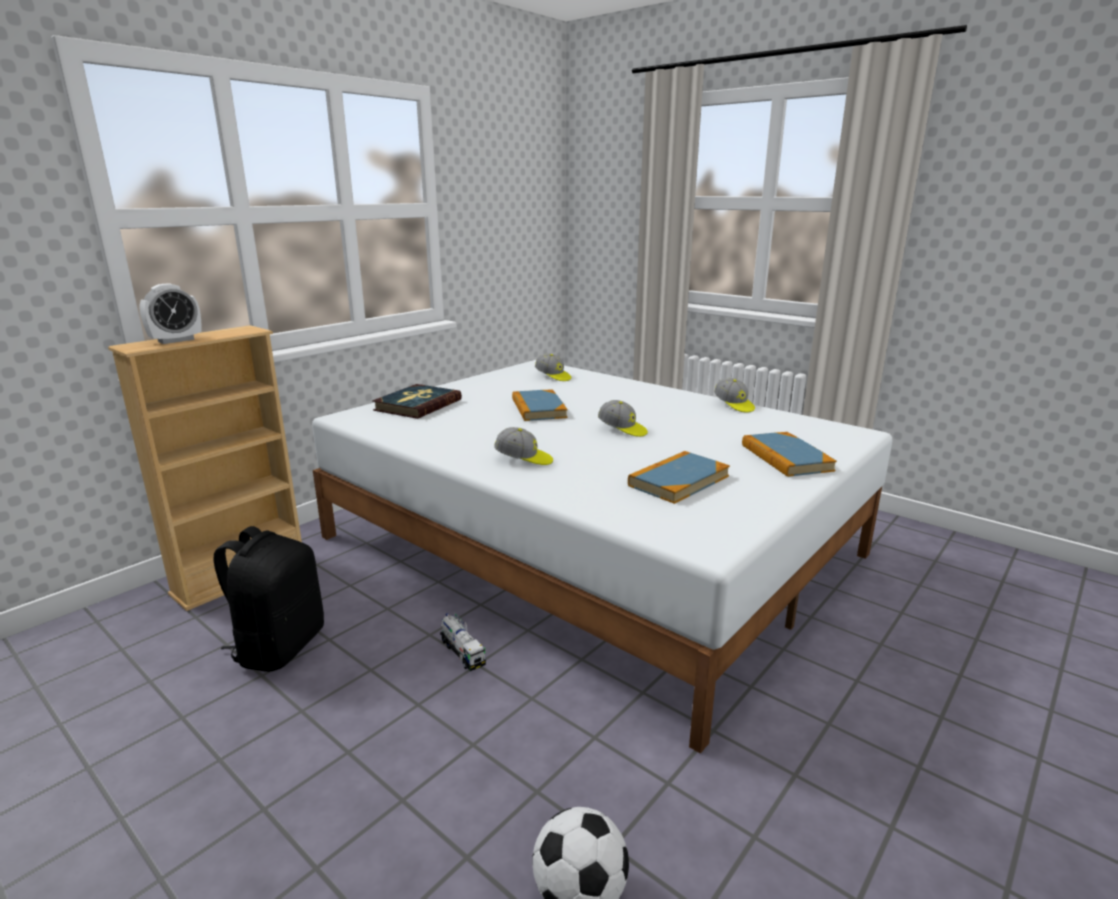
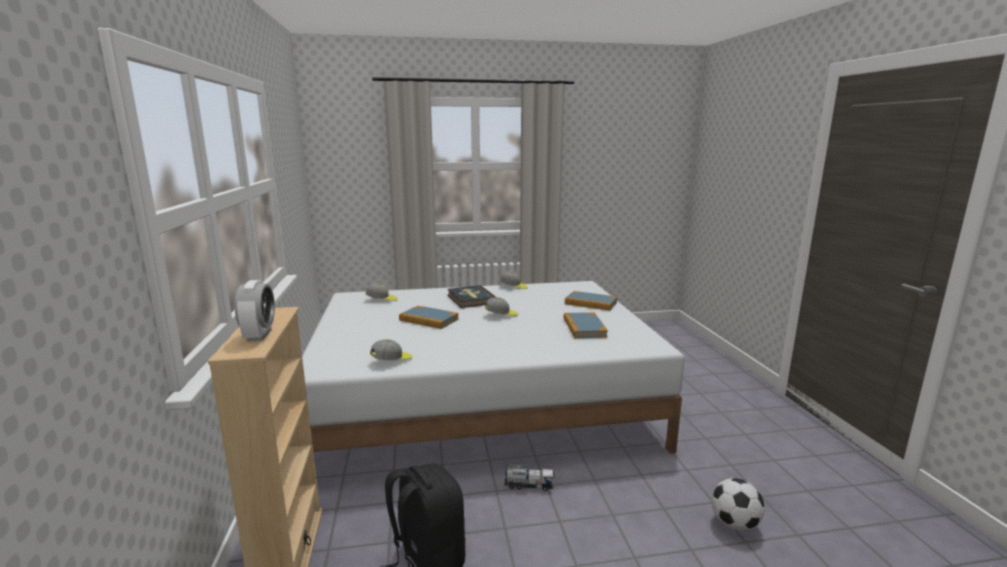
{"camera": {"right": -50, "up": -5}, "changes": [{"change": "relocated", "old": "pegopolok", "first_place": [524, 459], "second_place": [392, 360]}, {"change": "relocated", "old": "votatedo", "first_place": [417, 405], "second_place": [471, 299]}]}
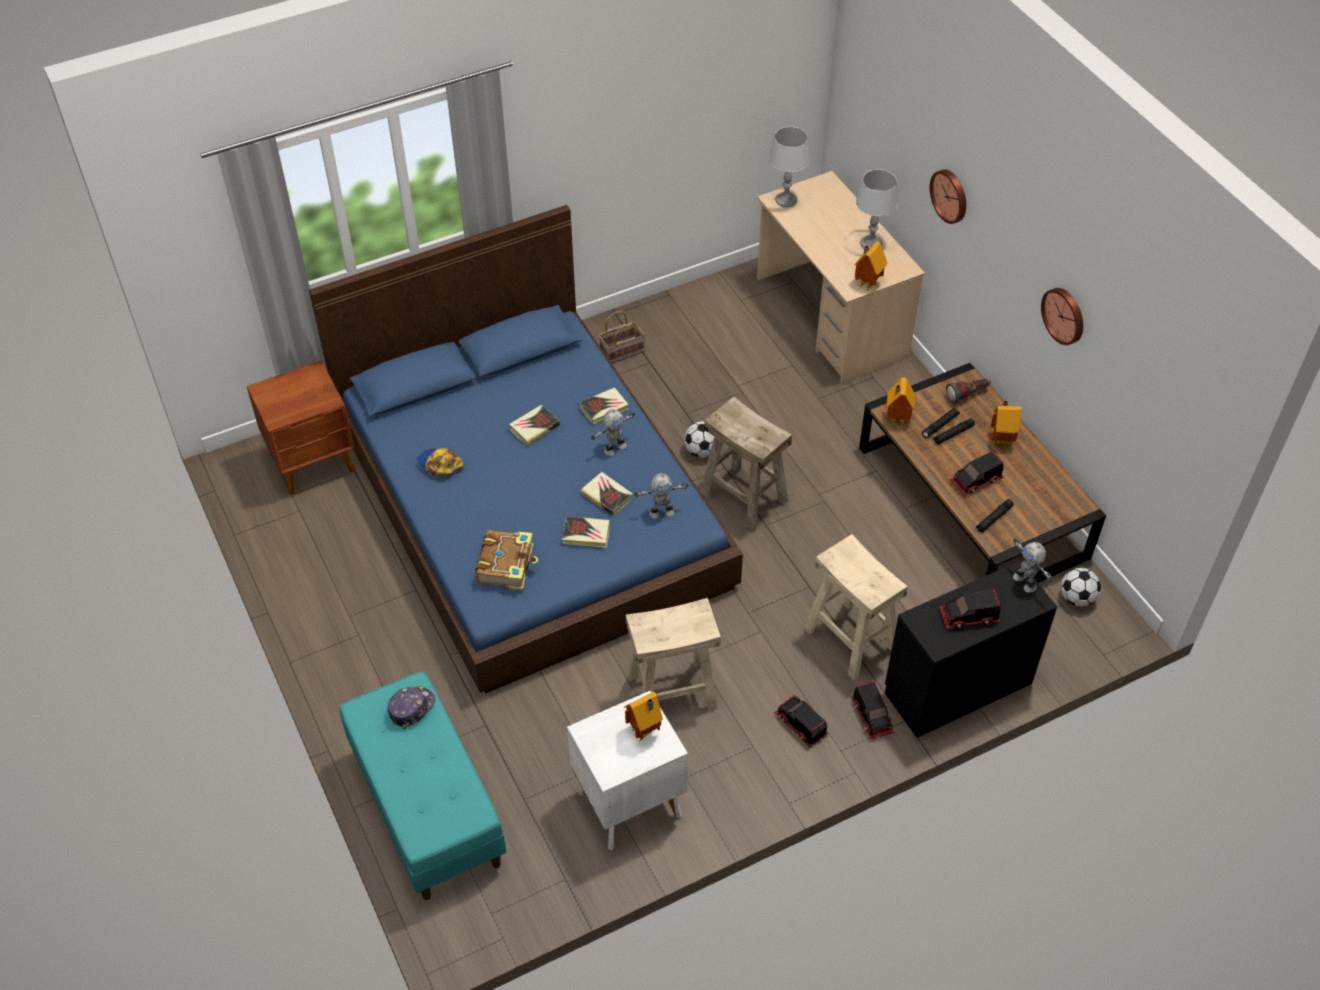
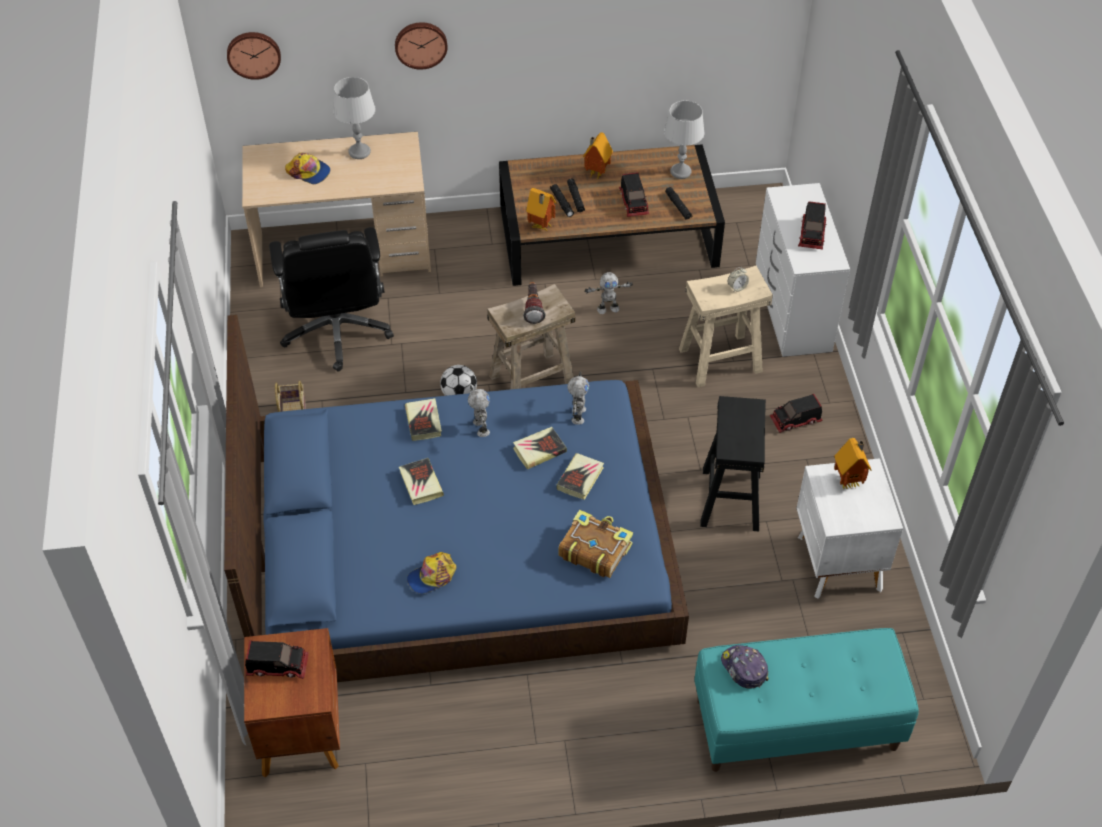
{"camera": {"right": -70, "up": 0}, "changes": [{"change": "relocated", "old": "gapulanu", "first_place": [1064, 315], "second_place": [253, 54]}, {"change": "relocated", "old": "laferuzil", "first_place": [872, 716], "second_place": [278, 665]}, {"change": "appeared", "new": "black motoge", "second_place": [337, 331]}, {"change": "appeared", "new": "pegopolok", "second_place": [309, 172]}, {"change": "relocated", "old": "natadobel", "first_place": [968, 395], "second_place": [533, 308]}, {"change": "relocated", "old": "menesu", "first_place": [1025, 582], "second_place": [608, 308]}, {"change": "relocated", "old": "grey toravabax", "first_place": [785, 200], "second_place": [680, 172]}, {"change": "colour", "old": "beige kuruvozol", "new": "black kuruvozol", "first_place": [671, 693], "second_place": [731, 499]}, {"change": "appeared", "new": "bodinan", "second_place": [737, 287]}, {"change": "colour", "old": "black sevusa", "new": "white sevusa", "first_place": [956, 686], "second_place": [791, 311]}, {"change": "missing", "old": "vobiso", "first_place": [866, 284]}, {"change": "missing", "old": "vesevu", "first_place": [1076, 598]}]}
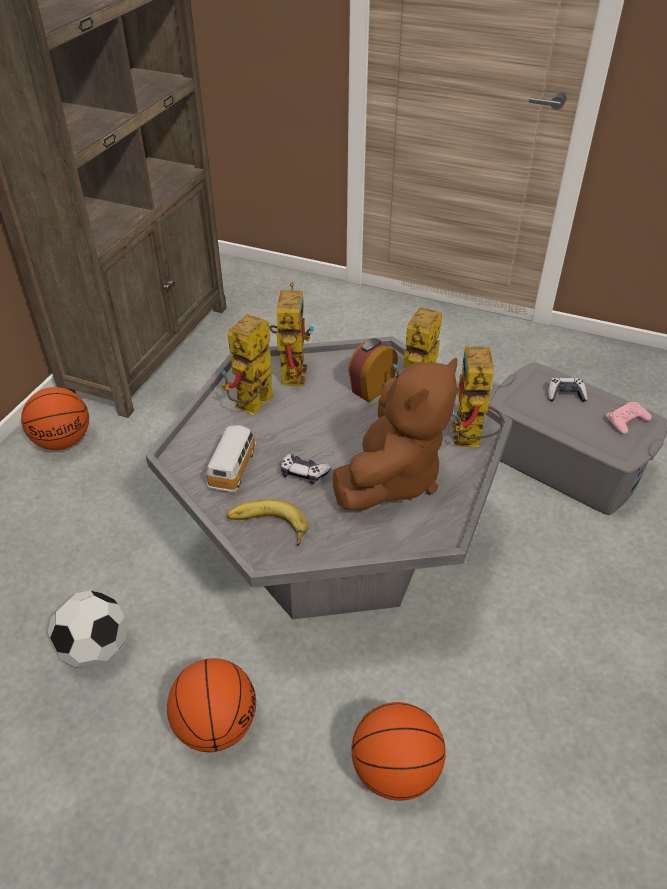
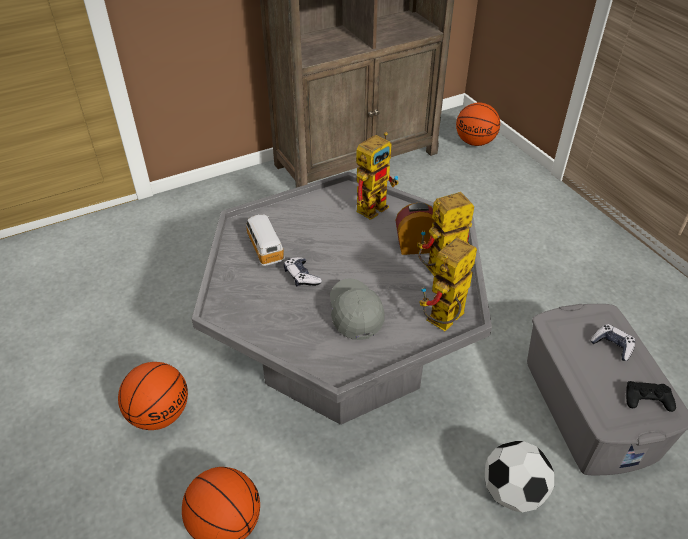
{"camera": {"right": 40, "up": 0}, "changes": [{"change": "spun", "old": "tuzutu", "first_place": [233, 467], "second_place": [264, 248], "degrees": -75}, {"change": "exchanged", "old": "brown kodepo", "new": "grey pegopolok", "first_place": [391, 477], "second_place": [355, 314]}, {"change": "relocated", "old": "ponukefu", "first_place": [64, 441], "second_place": [475, 142]}, {"change": "relocated", "old": "vesevu", "first_place": [95, 649], "second_place": [512, 492]}, {"change": "colour", "old": "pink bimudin", "new": "black bimudin", "first_place": [626, 421], "second_place": [647, 399]}, {"change": "missing", "old": "menesu", "first_place": [252, 408]}, {"change": "missing", "old": "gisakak", "first_place": [267, 528]}]}
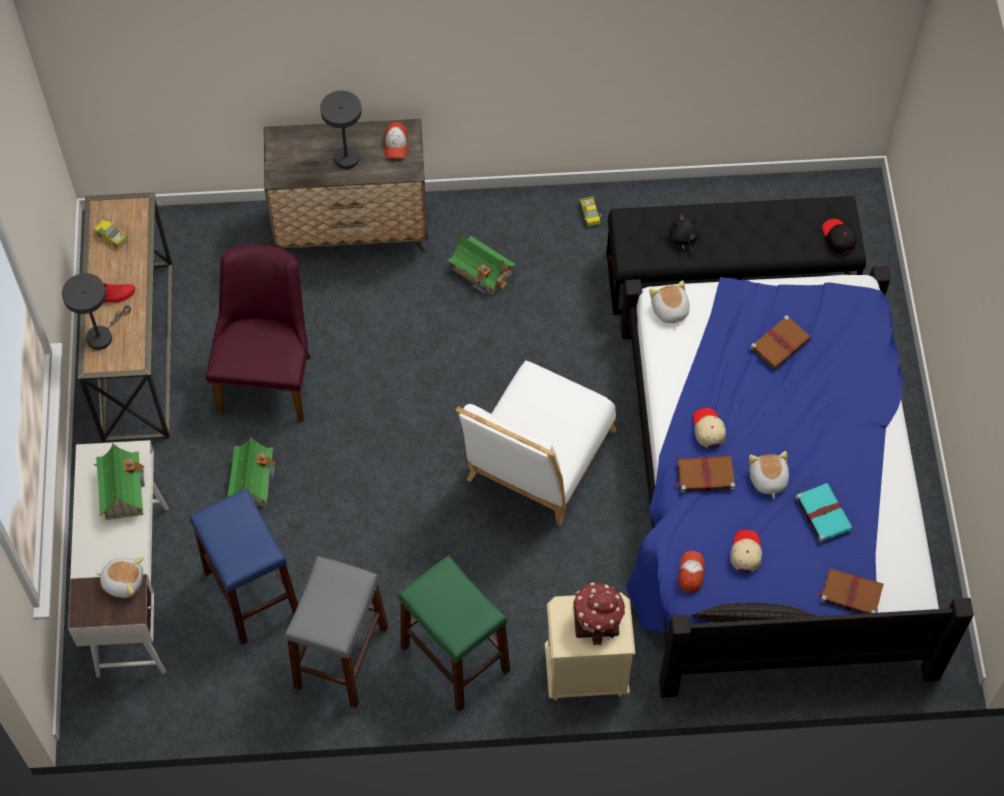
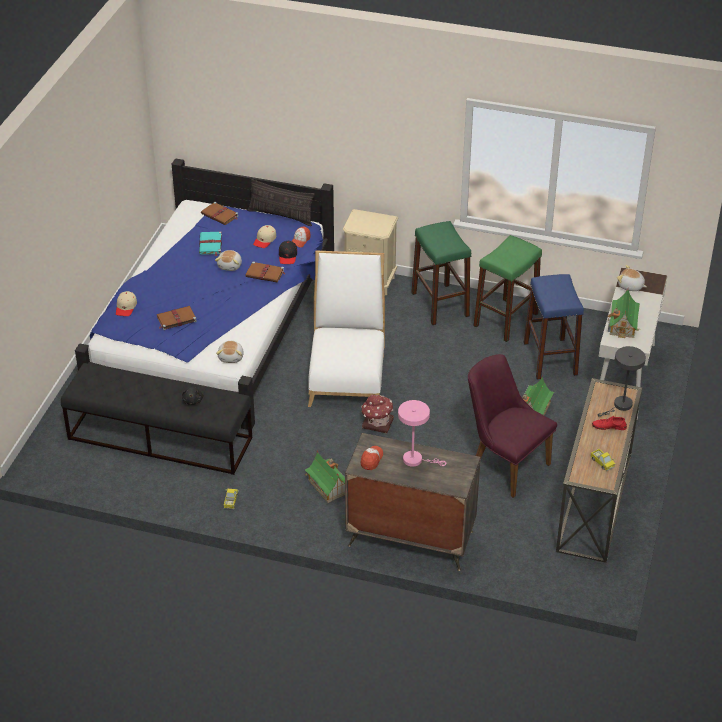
{"camera": {"right": -160, "up": -20}, "changes": [{"change": "relocated", "old": "beige pegopolok", "first_place": [708, 429], "second_place": [126, 307]}, {"change": "relocated", "old": "black pegopolok", "first_place": [838, 238], "second_place": [288, 256]}, {"change": "spun", "old": "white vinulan", "first_place": [536, 462], "second_place": [347, 375], "degrees": -45}, {"change": "relocated", "old": "vobiso", "first_place": [597, 619], "second_place": [377, 423]}, {"change": "colour", "old": "grey toravabax", "new": "pink toravabax", "first_place": [341, 160], "second_place": [416, 460]}, {"change": "spun", "old": "purple vinulan", "first_place": [269, 375], "second_place": [504, 464], "degrees": 105}, {"change": "colour", "old": "grey kuruvozol", "new": "green kuruvozol", "first_place": [341, 657], "second_place": [506, 319]}]}
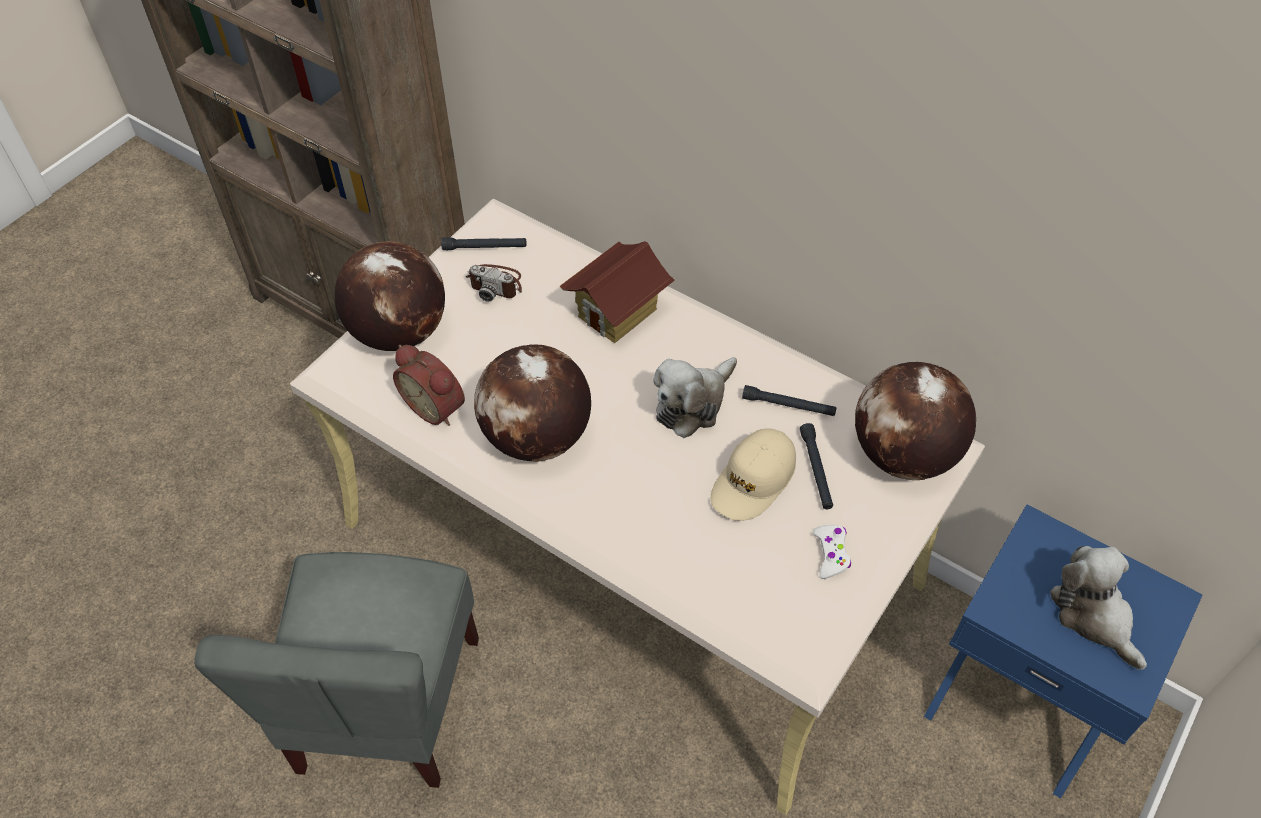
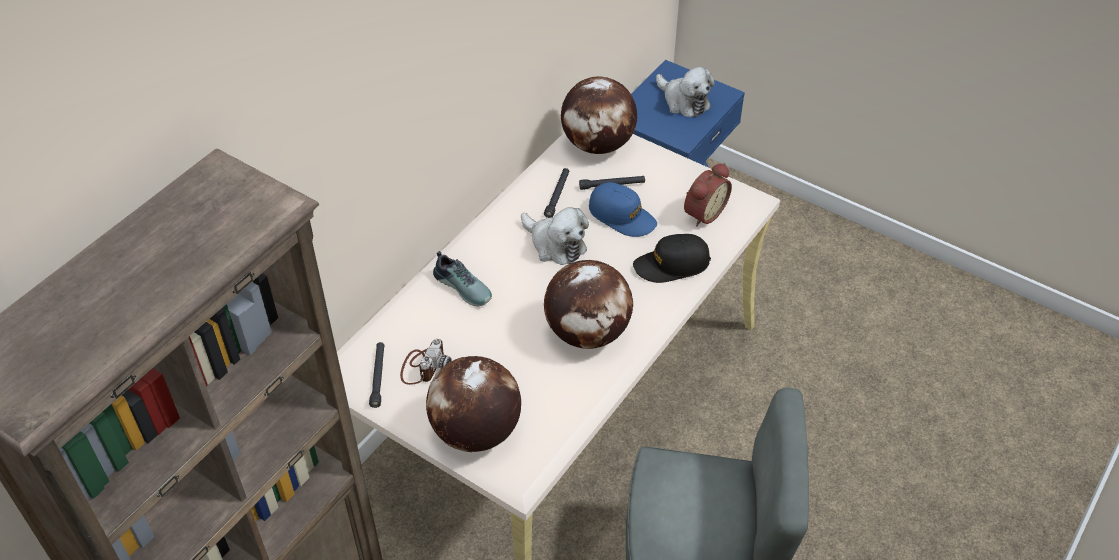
{"camera": {"right": -90, "up": -5}, "changes": [{"change": "exchanged", "old": "vobiso", "new": "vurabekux", "first_place": [618, 313], "second_place": [464, 286]}, {"change": "colour", "old": "beige pegopolok", "new": "blue pegopolok", "first_place": [753, 481], "second_place": [622, 216]}, {"change": "appeared", "new": "black pegopolok", "second_place": [671, 265]}, {"change": "spun", "old": "kodepo", "first_place": [1093, 615], "second_place": [683, 101], "degrees": -105}, {"change": "relocated", "old": "bodinan", "first_place": [436, 406], "second_place": [703, 213]}, {"change": "missing", "old": "white bimudin", "first_place": [831, 554]}]}
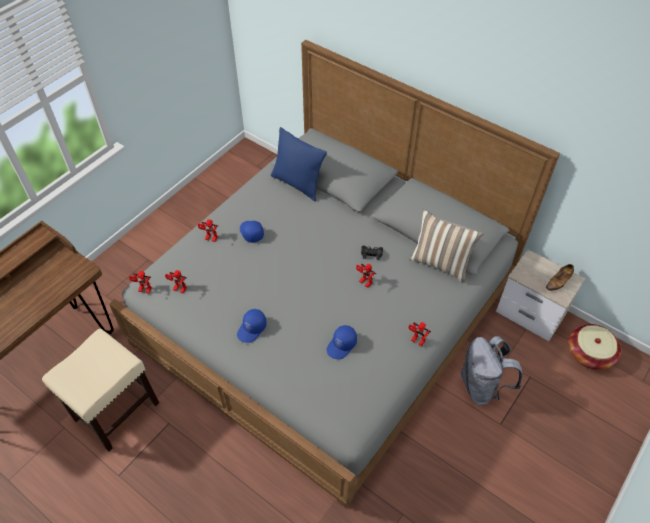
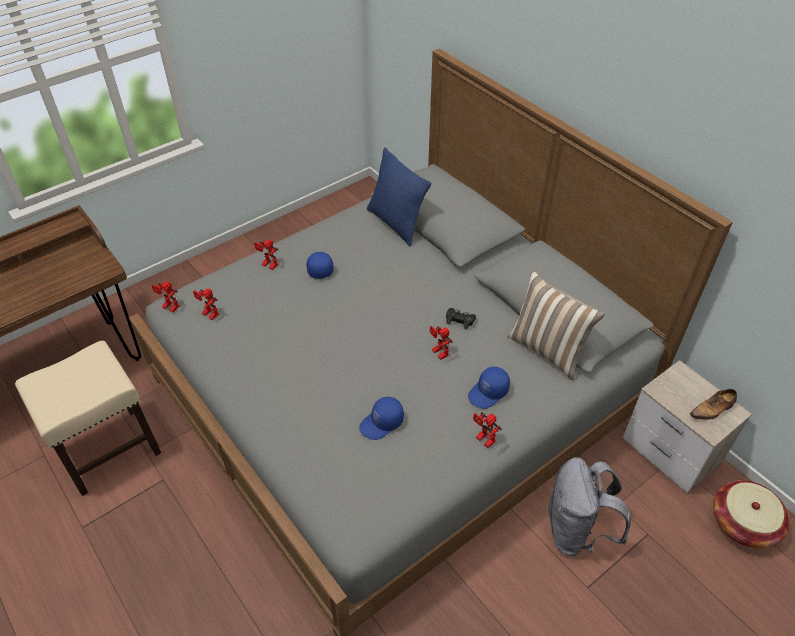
{"camera": {"right": 15, "up": -5}, "changes": [{"change": "relocated", "old": "blue pegopolok", "first_place": [252, 329], "second_place": [488, 393]}]}
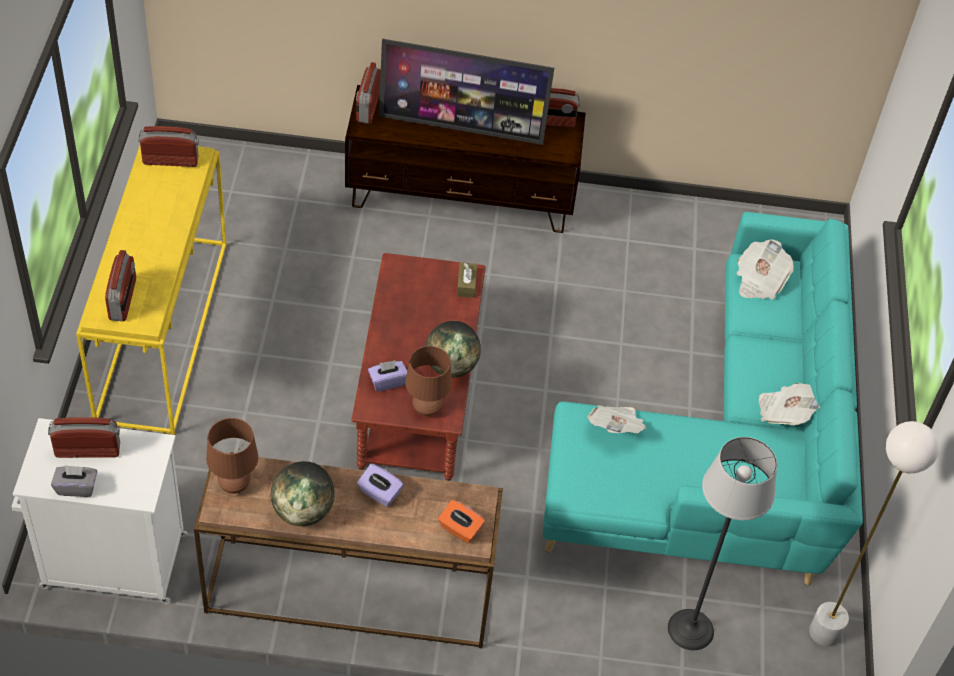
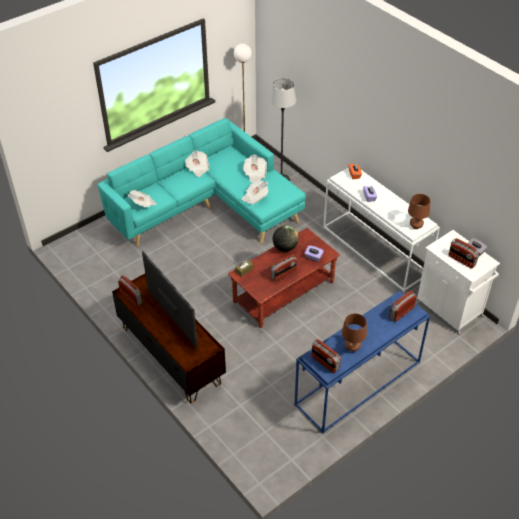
{"camera": {"right": -130, "up": -5}, "changes": [{"change": "appeared", "new": "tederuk", "second_place": [255, 174]}, {"change": "relocated", "old": "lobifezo", "first_place": [368, 107], "second_place": [283, 274]}, {"change": "colour", "old": "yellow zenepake", "new": "blue zenepake", "first_place": [162, 329], "second_place": [358, 384]}, {"change": "colour", "old": "brown zenepake", "new": "white zenepake", "first_place": [347, 594], "second_place": [376, 250]}, {"change": "relocated", "old": "brown toravabax", "first_place": [426, 409], "second_place": [352, 348]}, {"change": "missing", "old": "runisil", "first_place": [303, 511]}]}
